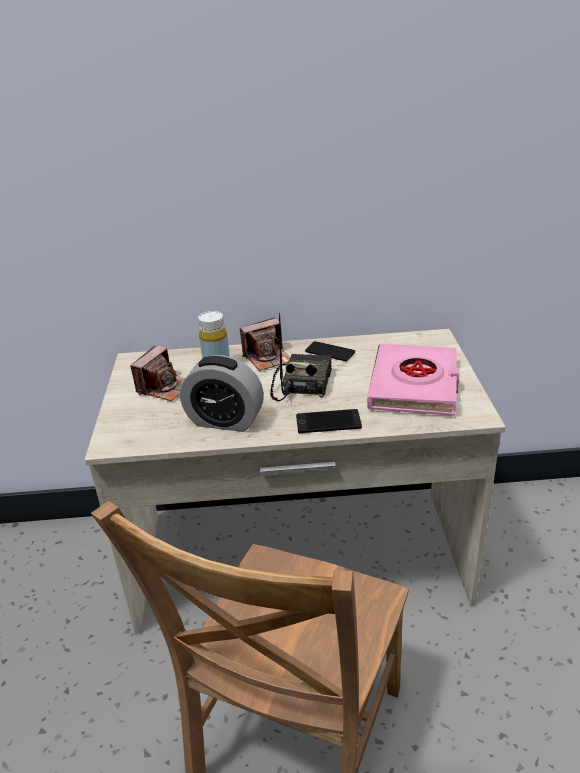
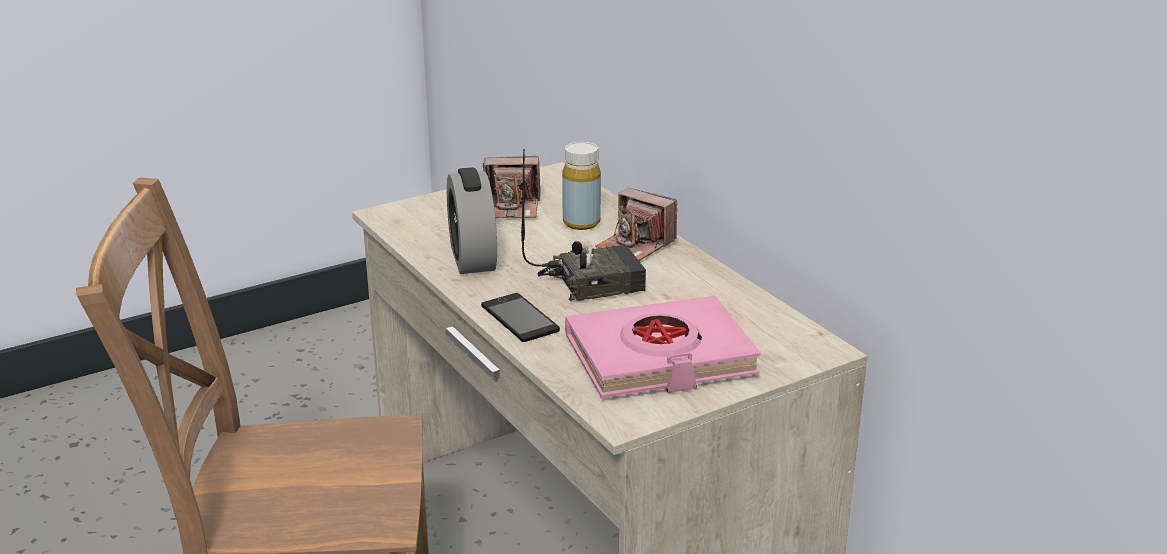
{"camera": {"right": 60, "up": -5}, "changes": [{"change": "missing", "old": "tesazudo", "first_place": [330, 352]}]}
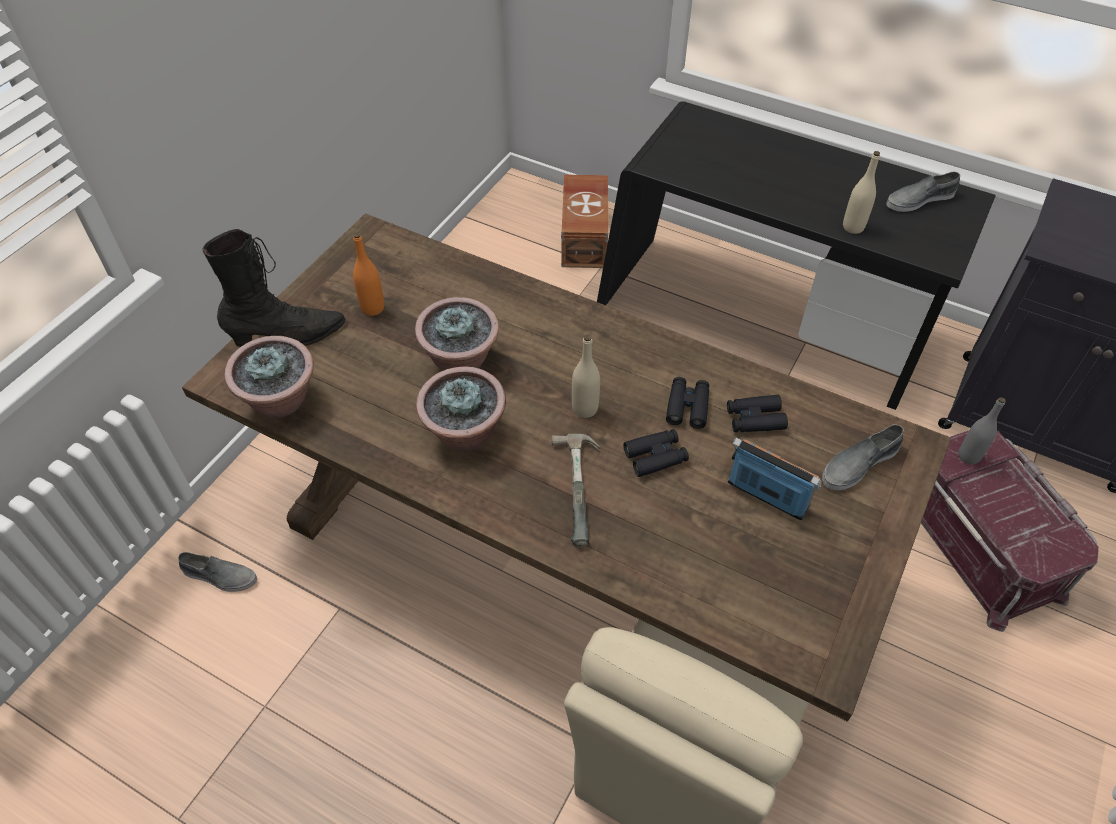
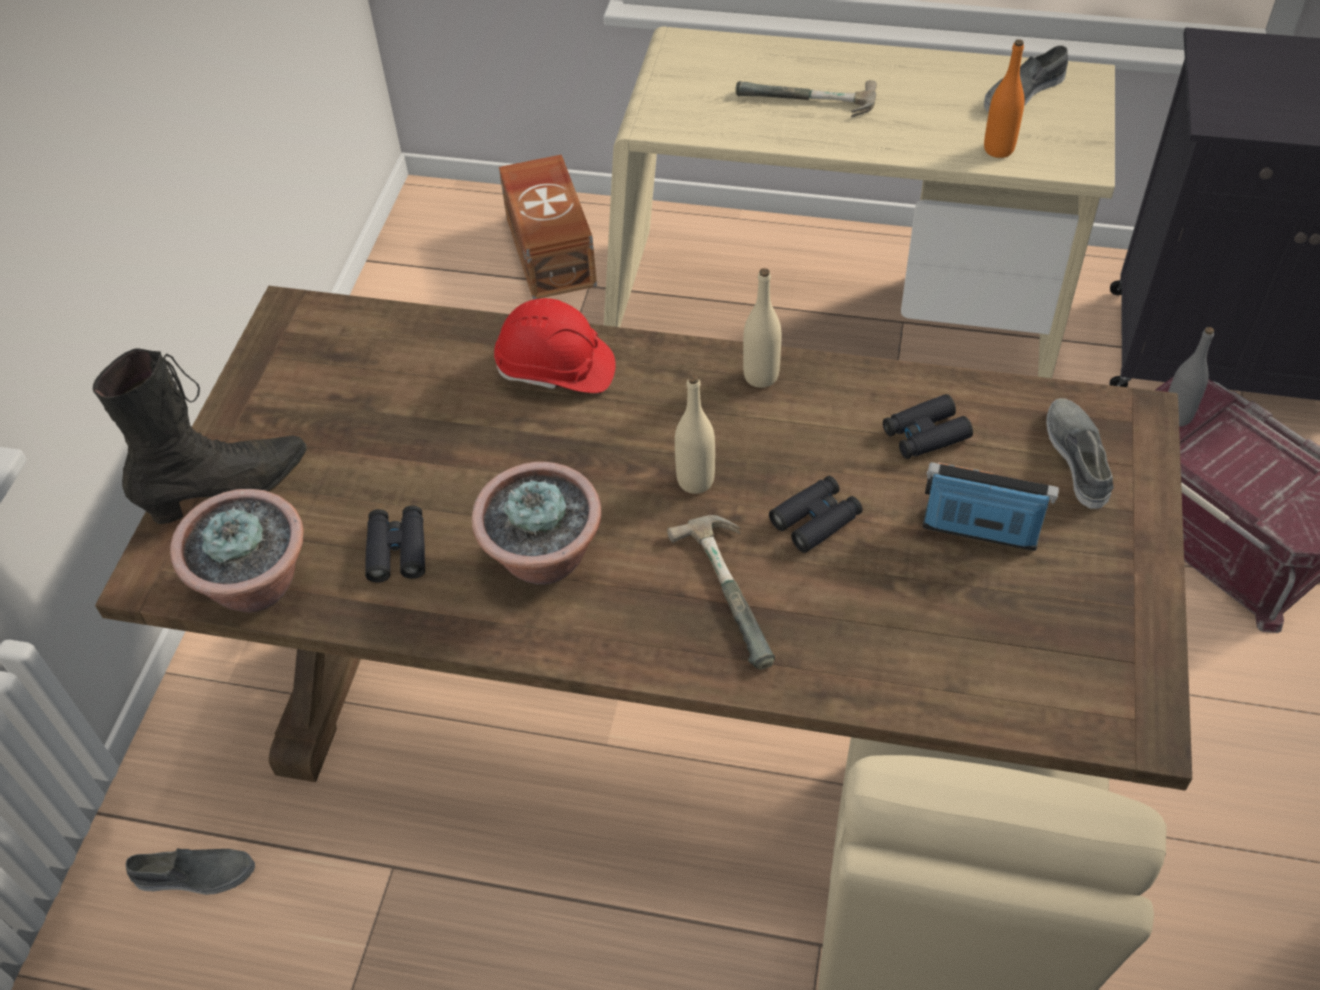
{"camera": {"right": -15, "up": 0}, "changes": [{"change": "relocated", "old": "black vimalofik", "first_place": [687, 406], "second_place": [397, 549]}, {"change": "appeared", "new": "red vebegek", "second_place": [556, 370]}, {"change": "colour", "old": "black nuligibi", "new": "beige nuligibi", "first_place": [760, 324], "second_place": [834, 312]}, {"change": "appeared", "new": "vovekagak", "second_place": [805, 103]}, {"change": "relocated", "old": "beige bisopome", "first_place": [853, 227], "second_place": [761, 376]}, {"change": "relocated", "old": "orange bisopome", "first_place": [373, 308], "second_place": [998, 149]}, {"change": "spun", "old": "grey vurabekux", "first_place": [859, 464], "second_place": [1078, 457], "degrees": 135}, {"change": "missing", "old": "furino", "first_place": [461, 361]}]}
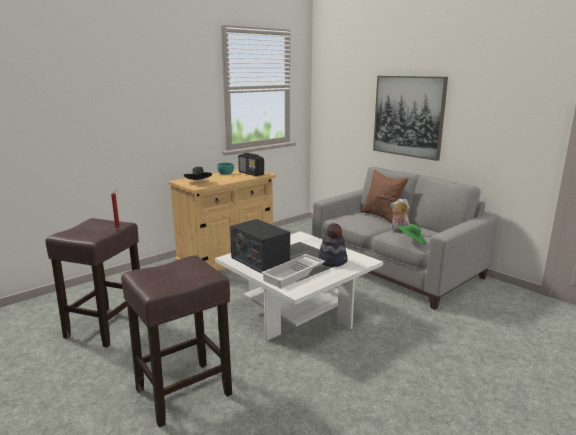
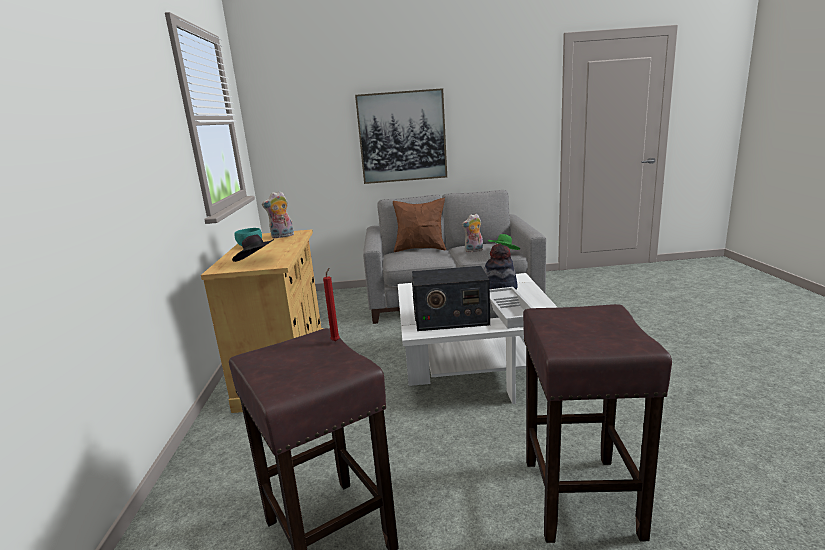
{"camera": {"right": -50, "up": 0}, "changes": [{"change": "exchanged", "old": "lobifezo", "new": "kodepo", "first_place": [251, 173], "second_place": [282, 236]}]}
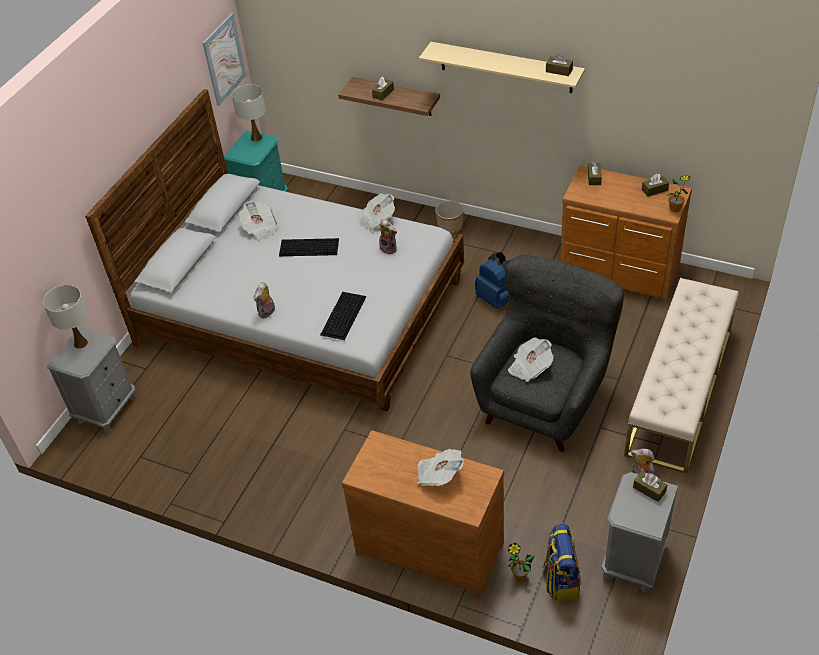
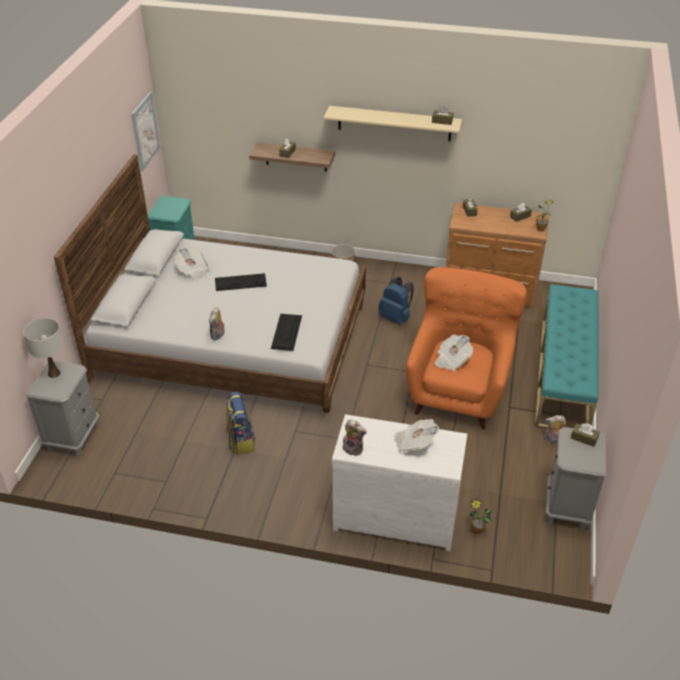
{"camera": {"right": -15, "up": -5}, "changes": [{"change": "relocated", "old": "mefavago", "first_place": [560, 580], "second_place": [241, 440]}, {"change": "colour", "old": "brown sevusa", "new": "white sevusa", "first_place": [430, 545], "second_place": [395, 515]}, {"change": "relocated", "old": "kodepo", "first_place": [389, 248], "second_place": [354, 448]}, {"change": "colour", "old": "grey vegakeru", "new": "orange vegakeru", "first_place": [544, 400], "second_place": [458, 391]}, {"change": "colour", "old": "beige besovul", "new": "turquoise besovul", "first_place": [679, 391], "second_place": [564, 374]}, {"change": "missing", "old": "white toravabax", "first_place": [256, 138]}, {"change": "missing", "old": "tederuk", "first_place": [376, 220]}]}
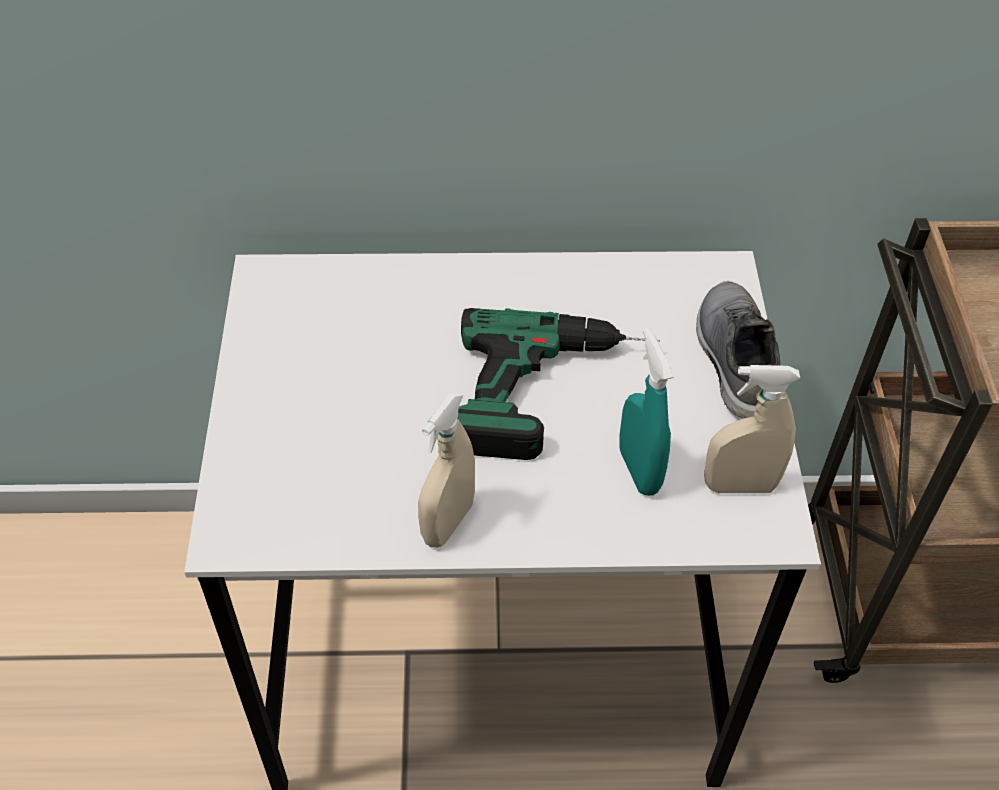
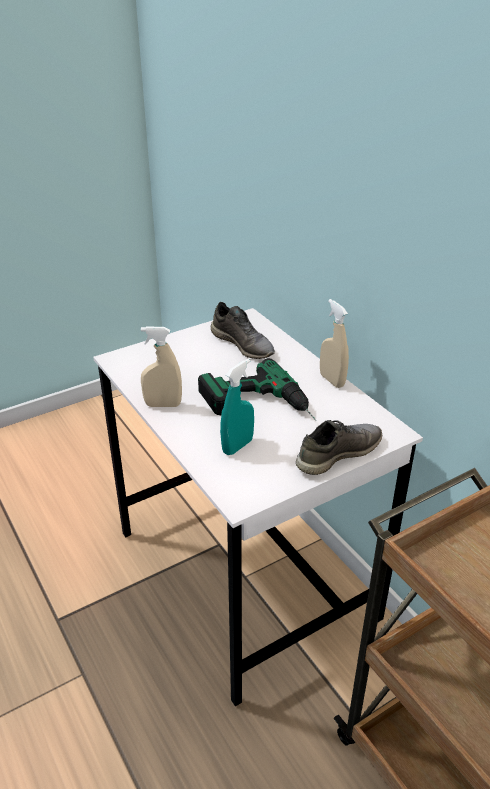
{"camera": {"right": 60, "up": -15}, "changes": [{"change": "appeared", "new": "grey vurabekux", "second_place": [243, 344]}, {"change": "relocated", "old": "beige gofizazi", "first_place": [739, 486], "second_place": [332, 380]}]}
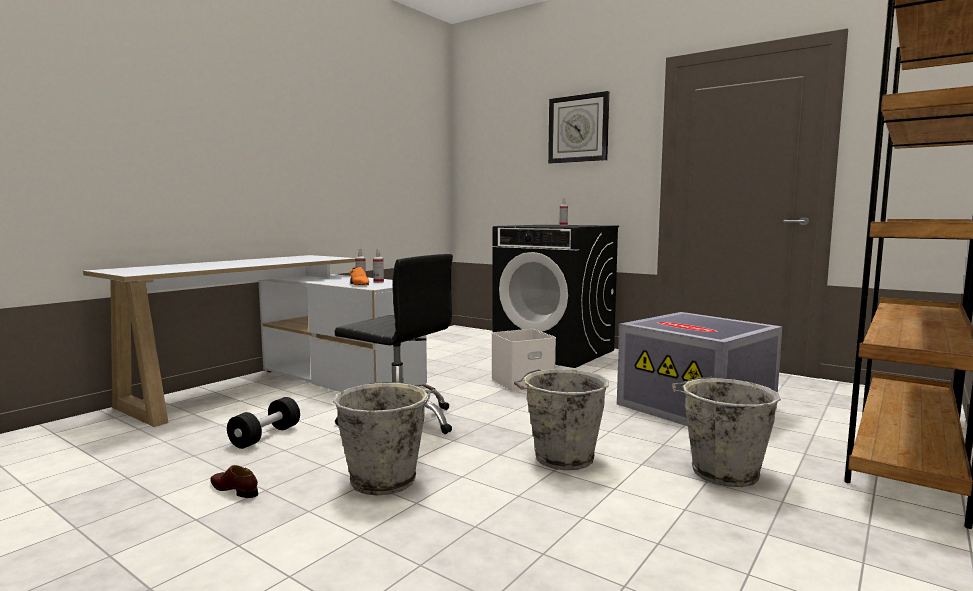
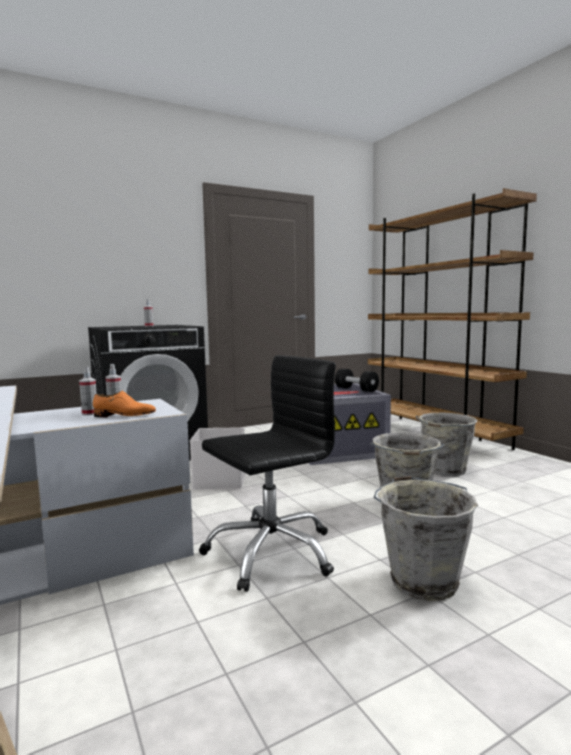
{"camera": {"right": -65, "up": 0}, "changes": [{"change": "relocated", "old": "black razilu", "first_place": [265, 436], "second_place": [356, 389]}, {"change": "missing", "old": "brown vurabekux", "first_place": [234, 489]}, {"change": "missing", "old": "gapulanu", "first_place": [578, 129]}]}
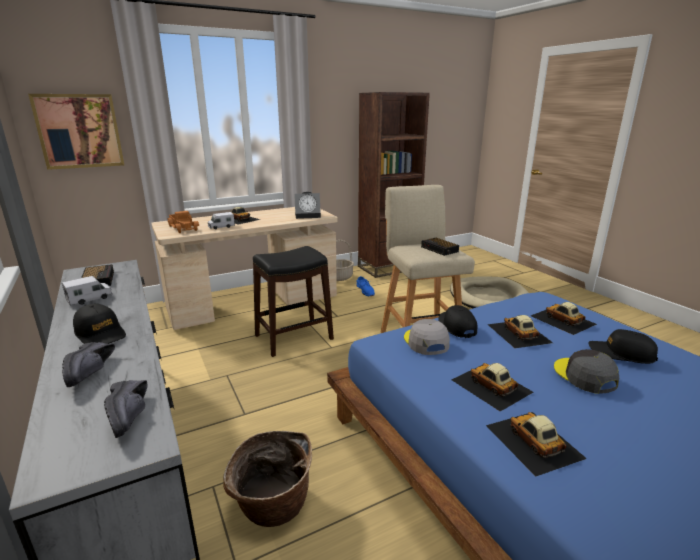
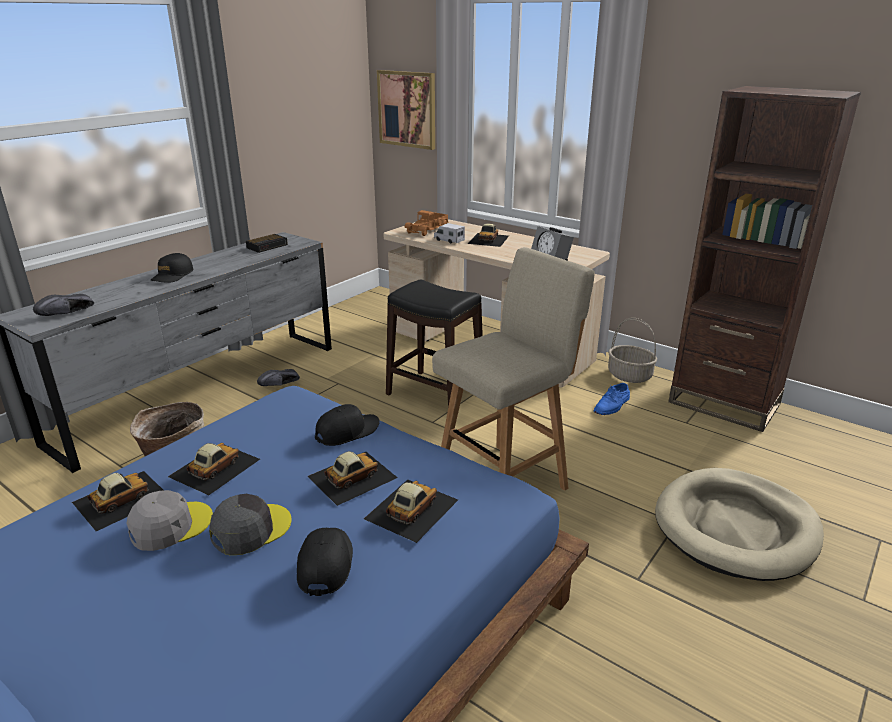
{"camera": {"right": 65, "up": 5}, "changes": [{"change": "relocated", "old": "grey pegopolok", "first_place": [425, 342], "second_place": [170, 526]}, {"change": "relocated", "old": "black vurabekux", "first_place": [93, 372], "second_place": [280, 385]}, {"change": "missing", "old": "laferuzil", "first_place": [90, 299]}, {"change": "missing", "old": "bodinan", "first_place": [440, 249]}]}
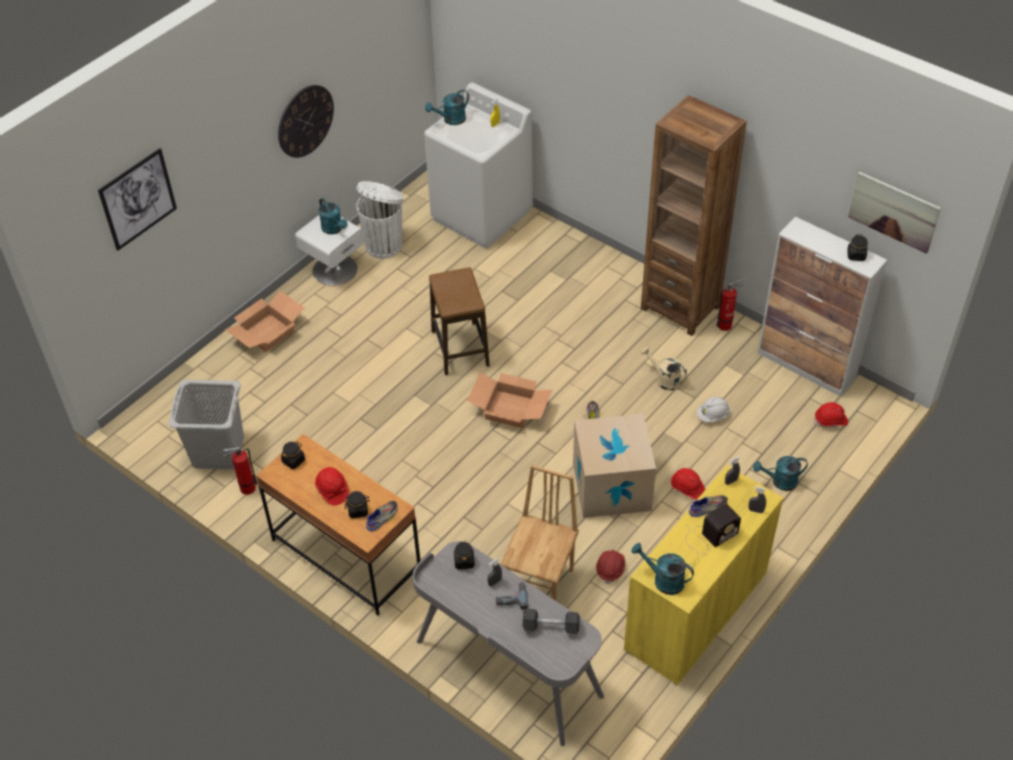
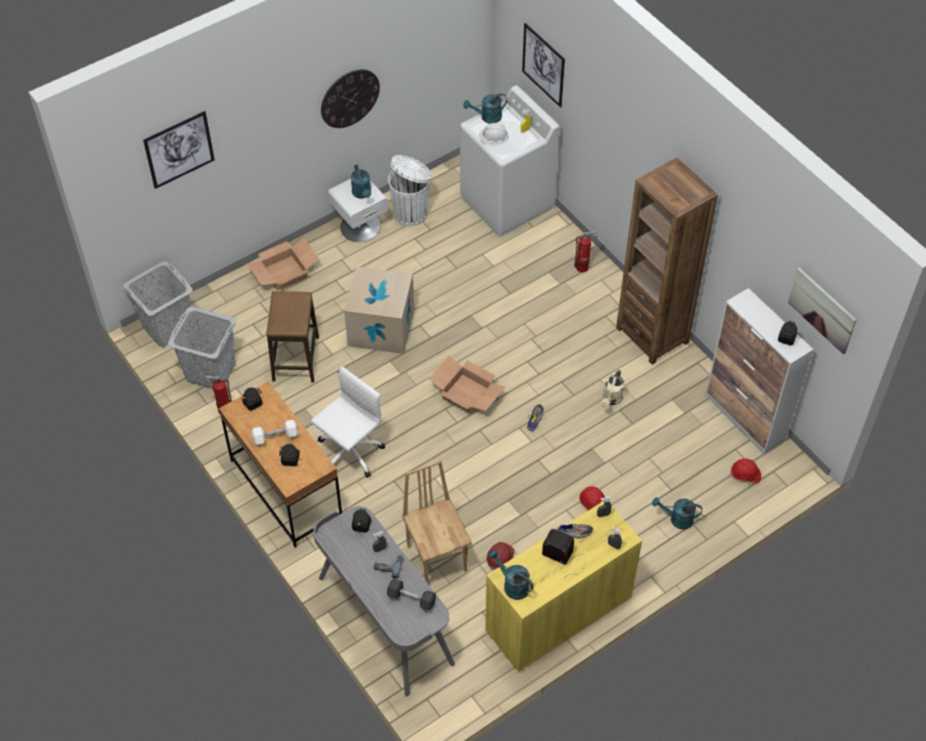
{"camera": {"right": 15, "up": 5}, "changes": [{"change": "appeared", "new": "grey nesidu", "second_place": [168, 328]}, {"change": "exchanged", "old": "red vebegek", "new": "white razilu", "first_place": [332, 490], "second_place": [275, 437]}, {"change": "relocated", "old": "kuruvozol", "first_place": [460, 348], "second_place": [295, 358]}, {"change": "appeared", "new": "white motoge", "second_place": [349, 452]}, {"change": "relocated", "old": "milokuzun", "first_place": [611, 486], "second_place": [381, 327]}, {"change": "spun", "old": "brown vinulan", "first_place": [541, 585], "second_place": [437, 557], "degrees": -60}, {"change": "relocated", "old": "white vebegek", "first_place": [712, 416], "second_place": [493, 139]}, {"change": "appeared", "new": "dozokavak", "second_place": [543, 65]}, {"change": "spun", "old": "lobifezo", "first_place": [709, 537], "second_place": [565, 558], "degrees": -135}, {"change": "relocated", "old": "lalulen", "first_place": [726, 325], "second_place": [584, 267]}, {"change": "spun", "old": "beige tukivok", "first_place": [664, 379], "second_place": [611, 399], "degrees": -120}, {"change": "missing", "old": "vurabekux", "first_place": [382, 517]}]}
